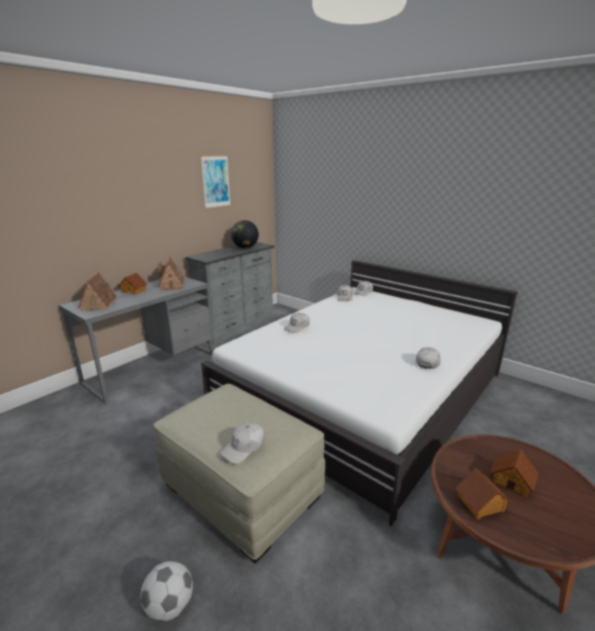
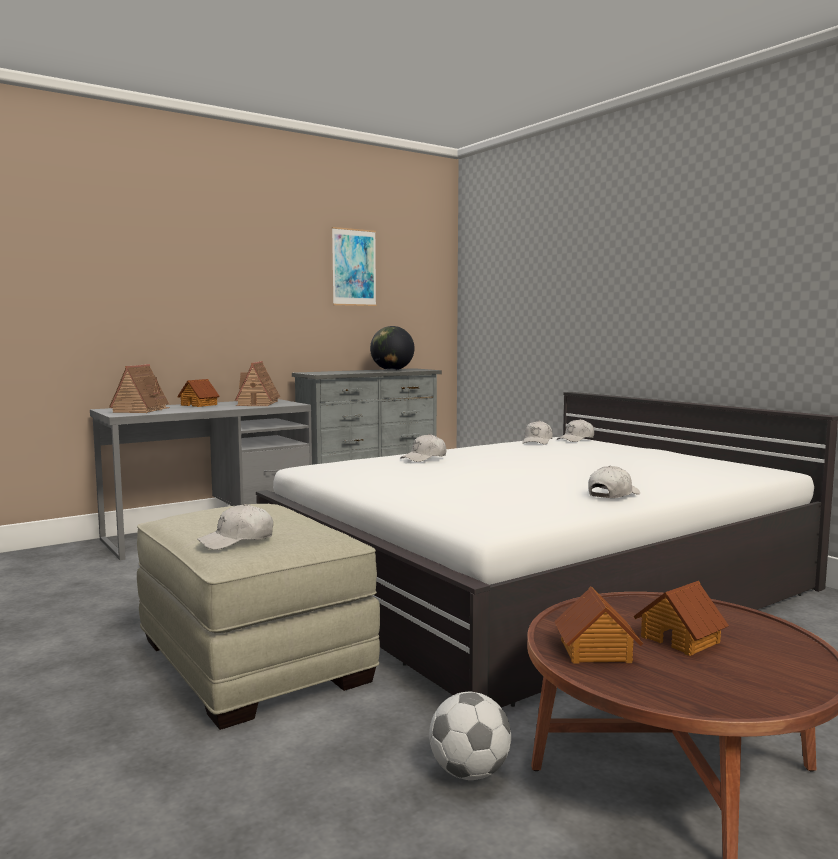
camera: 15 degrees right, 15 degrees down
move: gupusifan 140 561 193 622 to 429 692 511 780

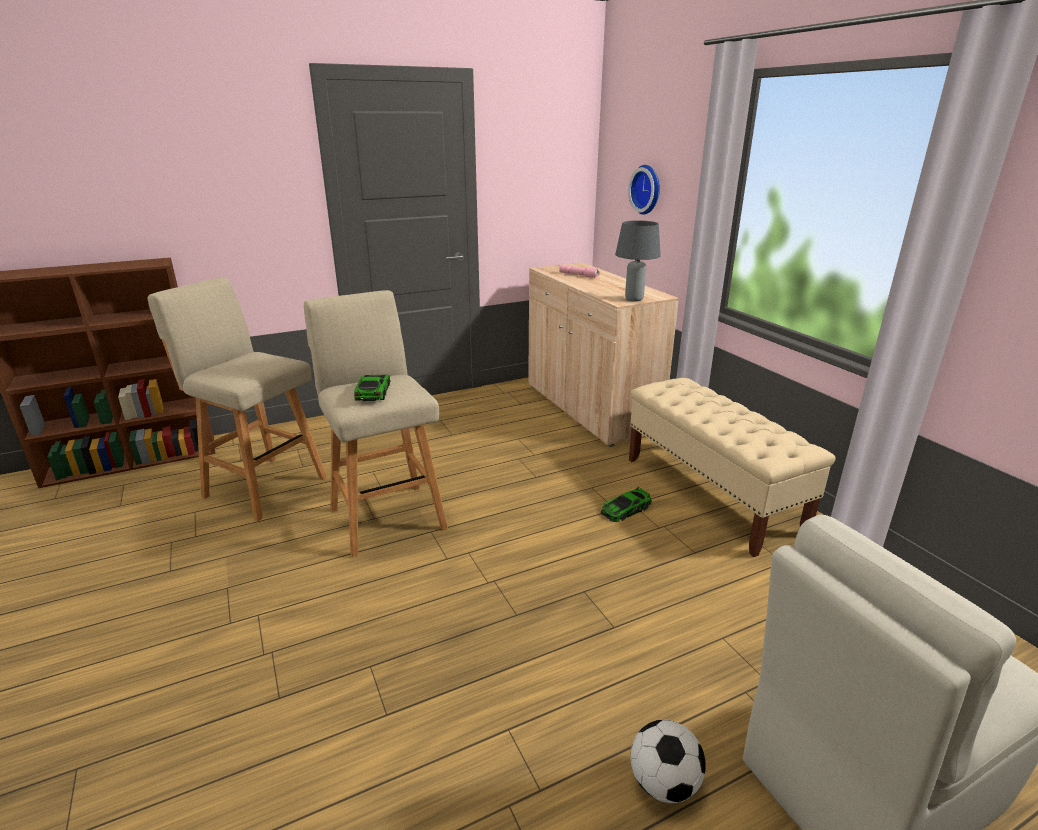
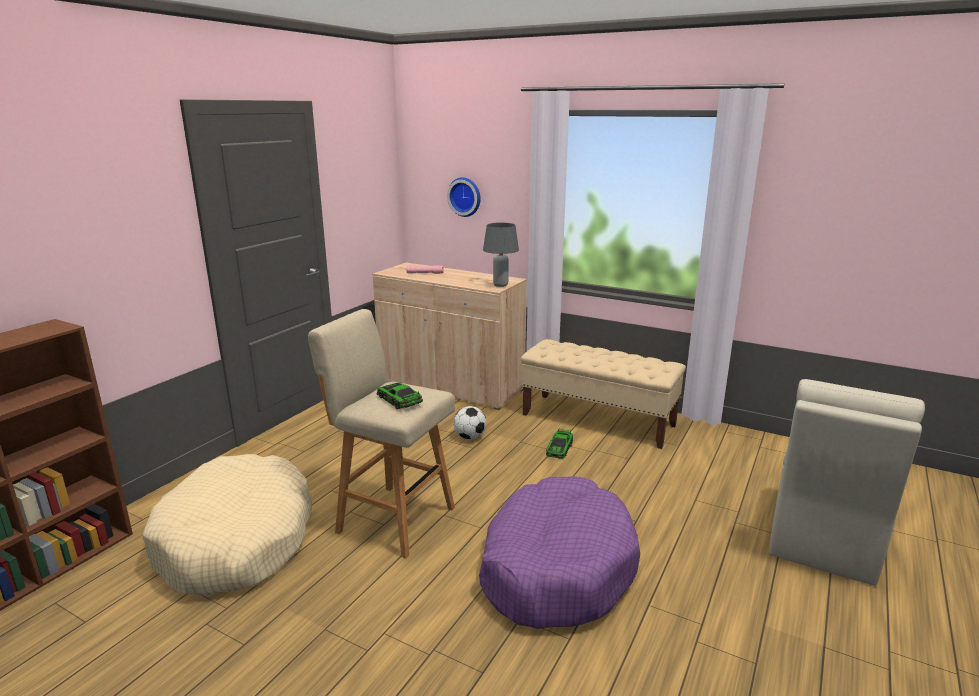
camera: 35 degrees left, 5 degrees down
insert: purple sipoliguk 479 476 640 629
move: gupusifan 630 720 706 803 to 453 406 486 439
replace: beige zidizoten 147 277 327 521 to beige sipoliguk 143 454 312 595

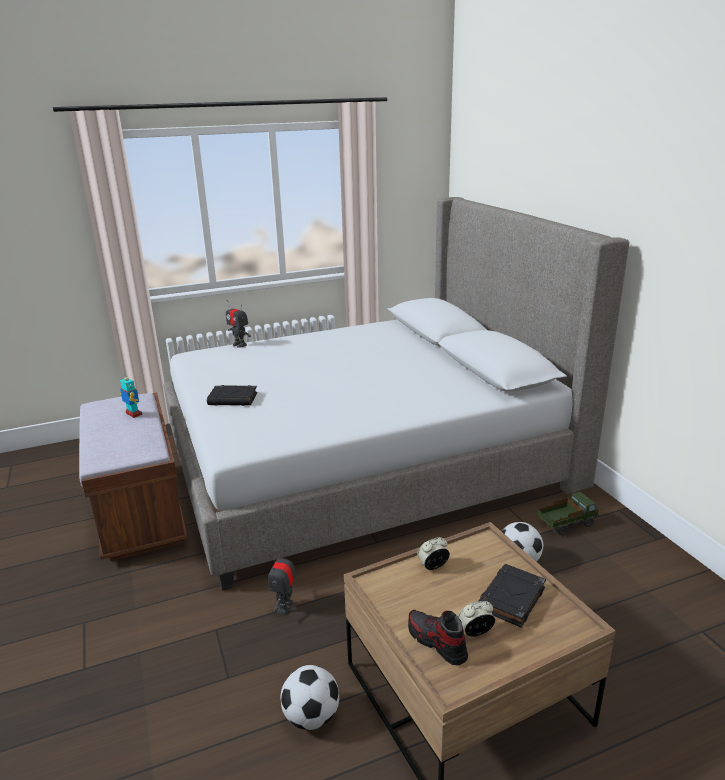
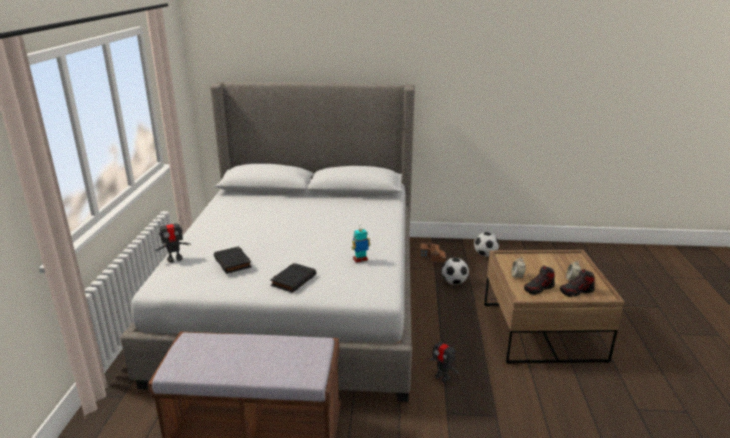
camera: 65 degrees left, 0 degrees up
insert: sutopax 524 266 555 295
move: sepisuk 120 373 142 418 to 351 225 370 263; gupusifan 281 665 339 730 to 474 232 499 257; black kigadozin 478 564 546 627 to 214 246 252 274
replace: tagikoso 538 492 599 535 to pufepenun 420 242 446 263

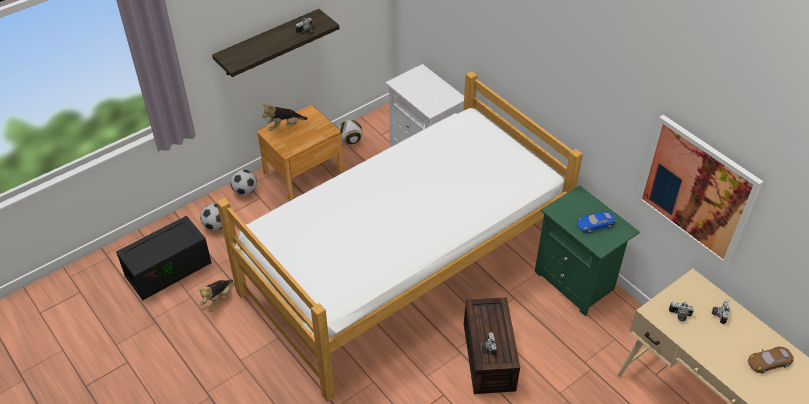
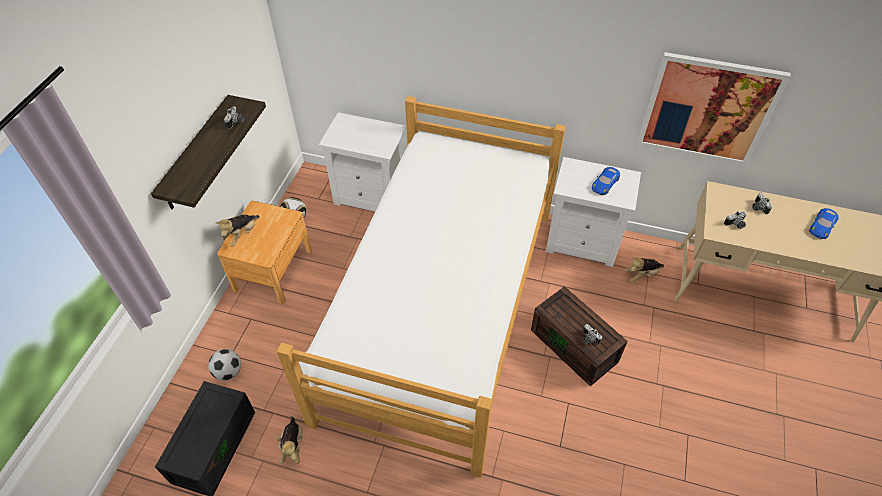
camera: 35 degrees left, 5 degrees up
delete: gupusifan 230 170 257 196
insert: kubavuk 626 257 664 282
recolor: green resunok 535 185 640 317 to white resunok 546 157 641 267; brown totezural 748 347 794 374 to blue totezural 809 208 839 239

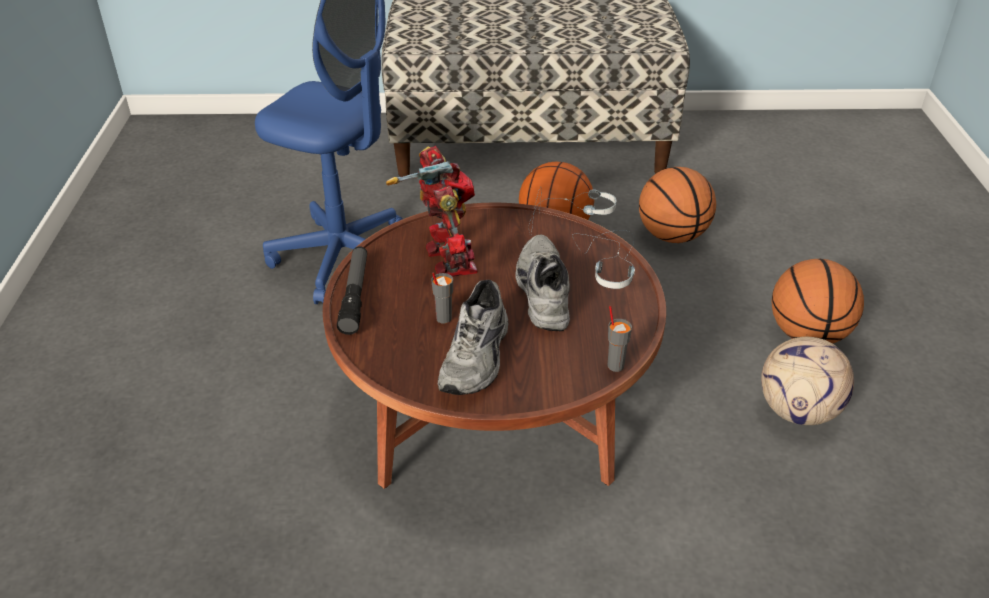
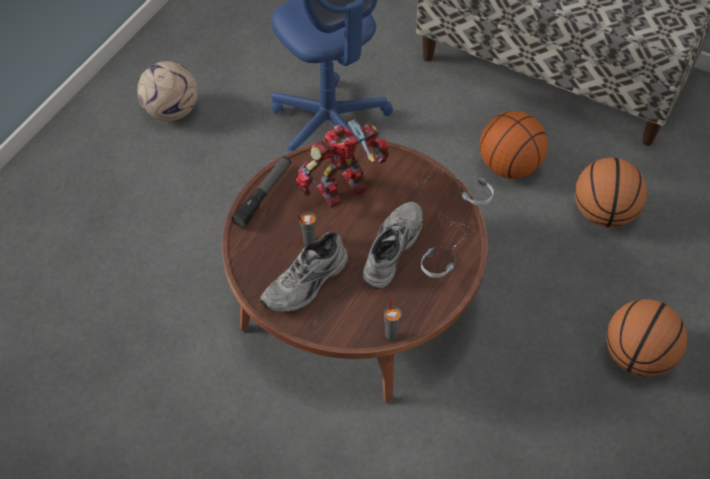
camera: 30 degrees right, 15 degrees up
move: gupusifan 761 337 854 425 to 137 61 198 121
rotate: sepisuk 386 146 477 277 = 296 119 389 208 135 degrees counterclockwise

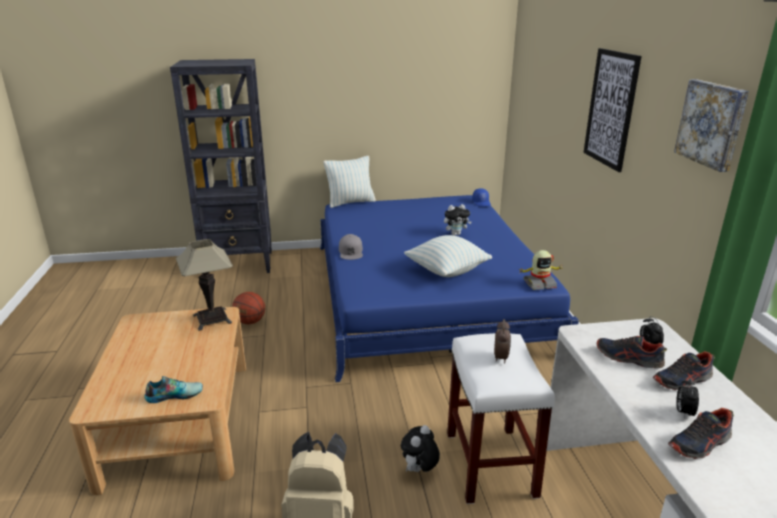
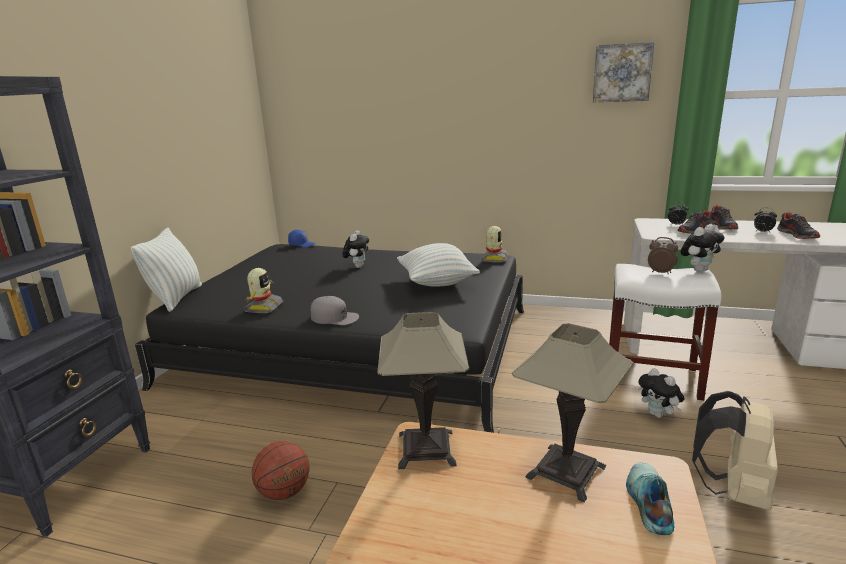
camera: 65 degrees left, 5 degrees down
delete: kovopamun 583 48 642 172
insert: sepisuk 244 268 283 313; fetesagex 512 323 634 502; kubavuk 680 224 725 272
recolor: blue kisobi 320 195 579 382 to black kisobi 135 244 524 433

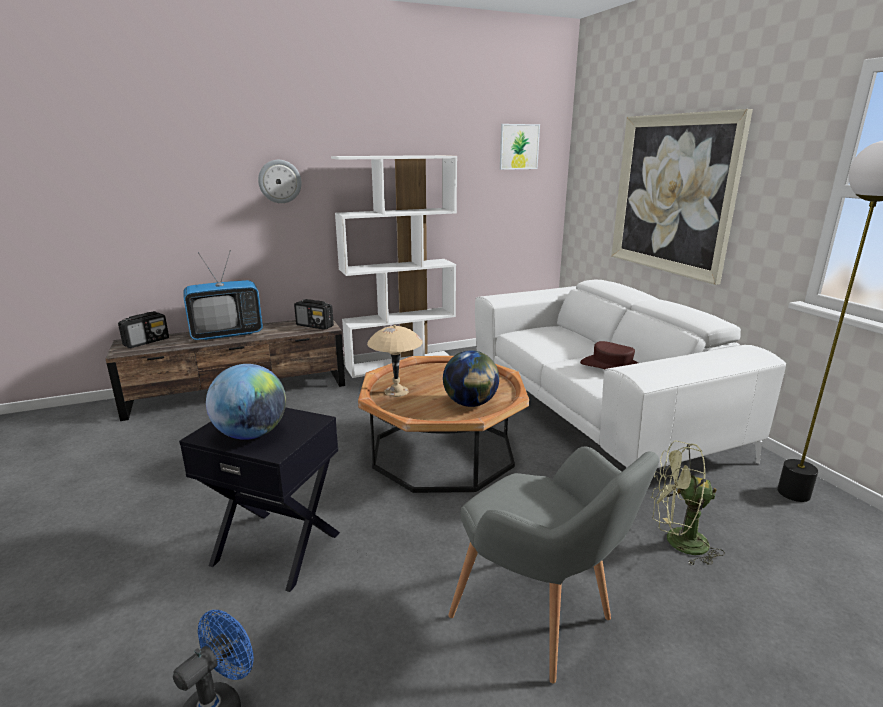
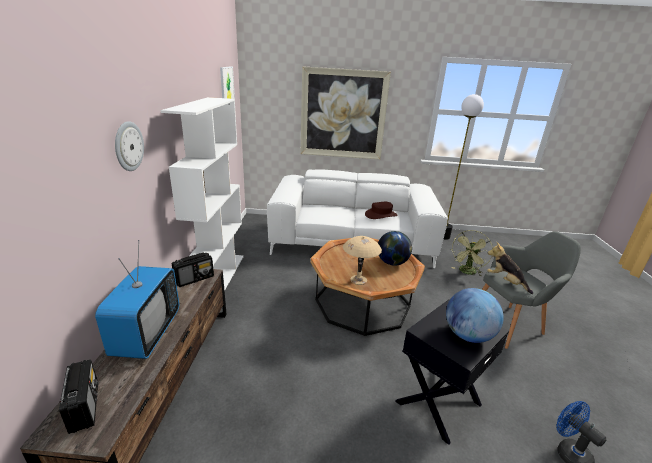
camera: 65 degrees left, 5 degrees up
insert: kubavuk 487 242 533 294

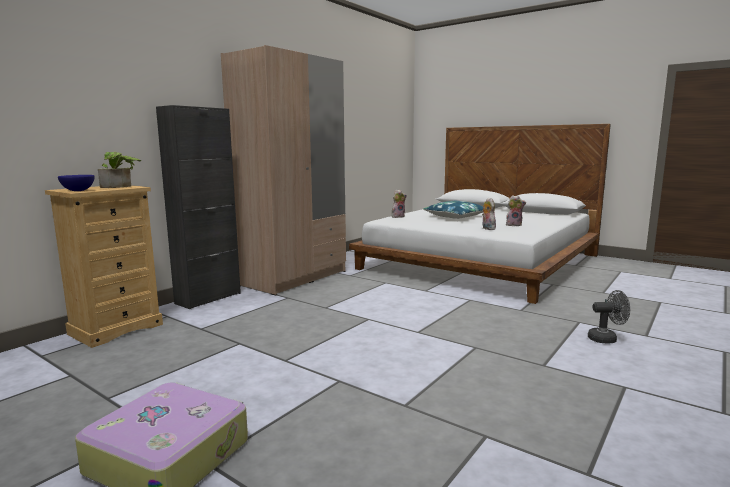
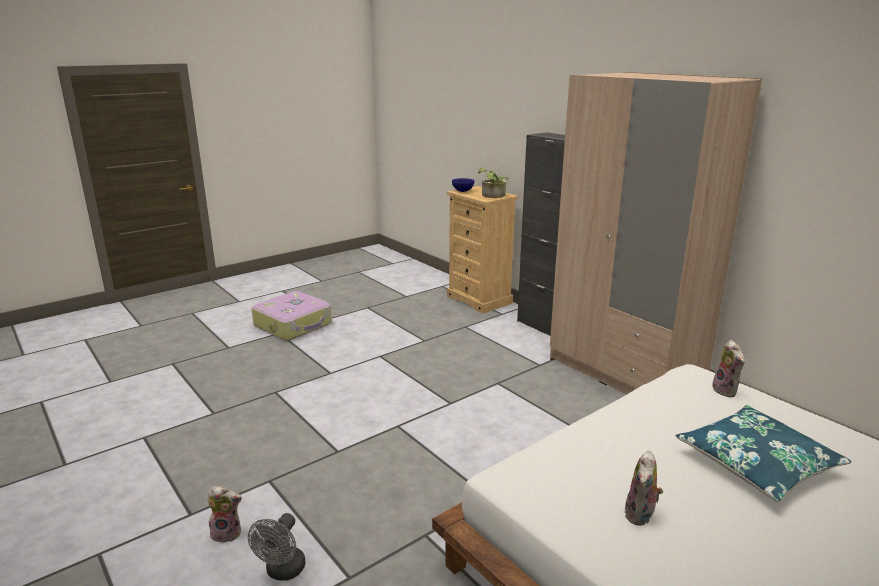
camera: 105 degrees right, 10 degrees up
move: kubavuk 482 198 496 230 to 207 486 242 543

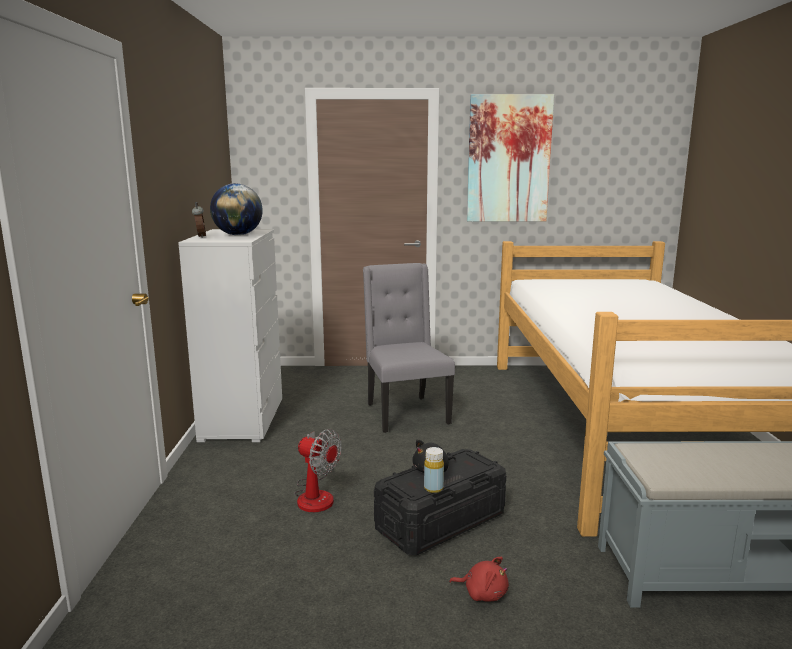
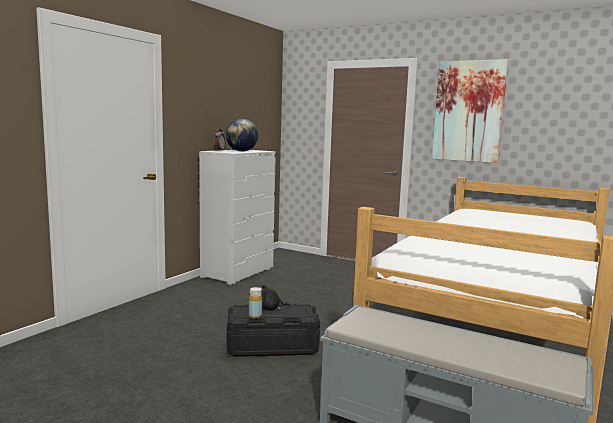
camera: 30 degrees right, 5 degrees down
delete: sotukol 294 429 342 512; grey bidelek 363 263 455 433; red kubavuk 449 557 509 602

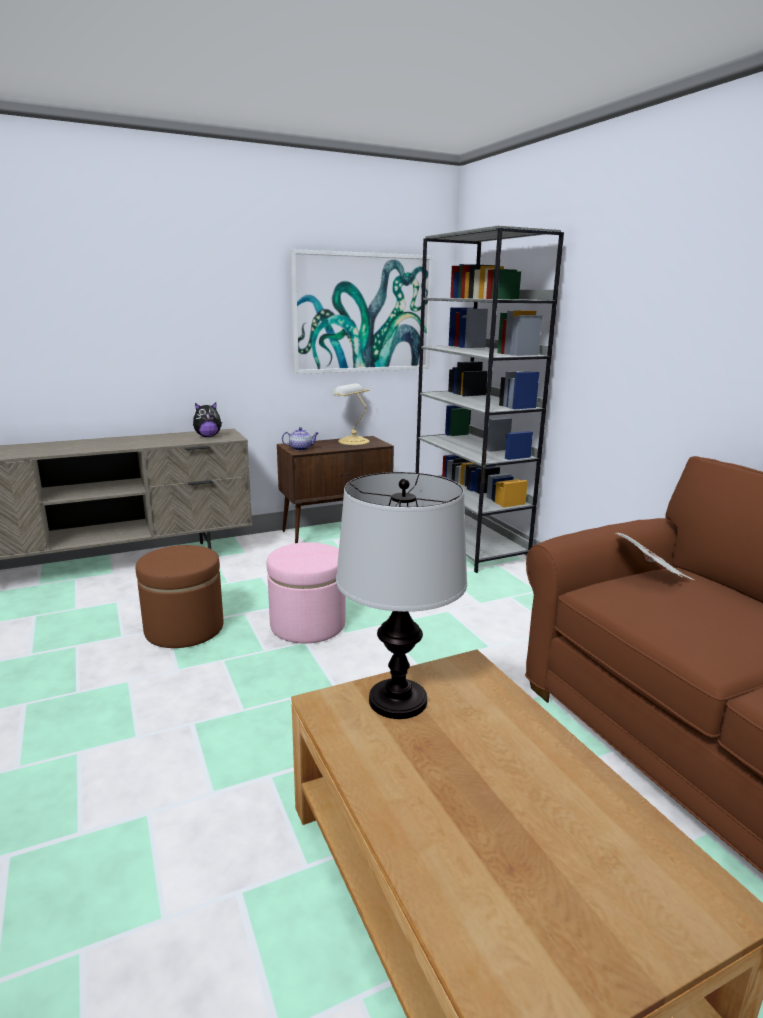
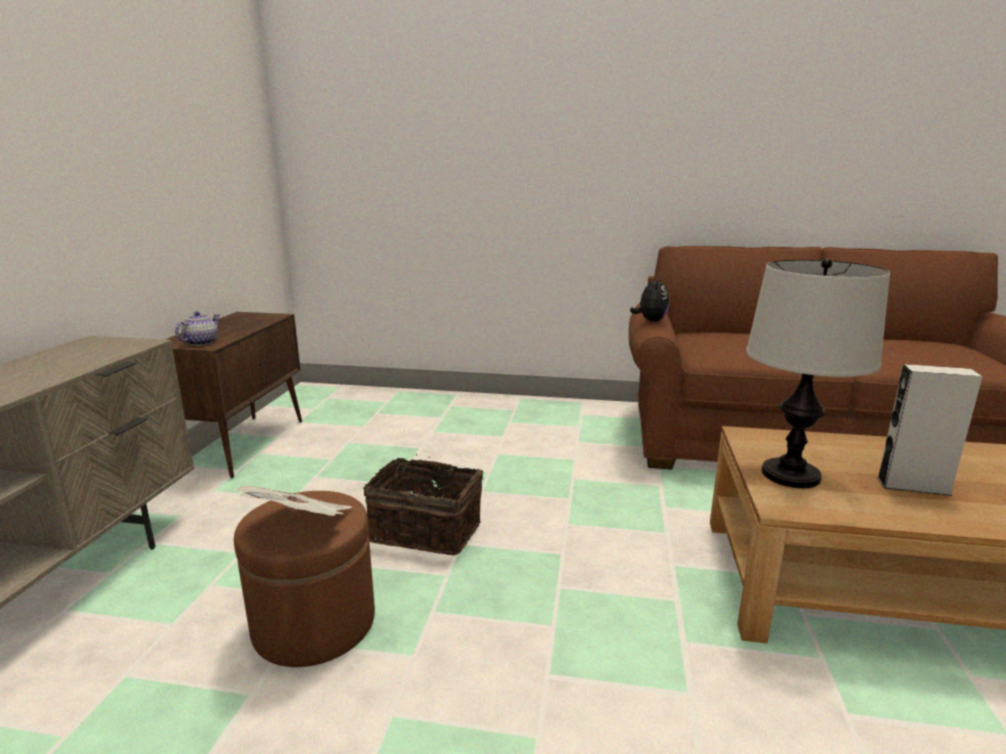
camera: 55 degrees left, 0 degrees up
delete: kovopamun 289 249 434 374; fetesagex 330 383 370 445; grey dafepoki 416 225 564 573
insert: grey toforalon 877 364 983 496
move: kubavuk 193 403 222 437 to 630 277 670 322; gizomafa 616 532 695 580 to 236 486 352 516
replace: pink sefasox 267 542 346 643 to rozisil 363 454 483 555

